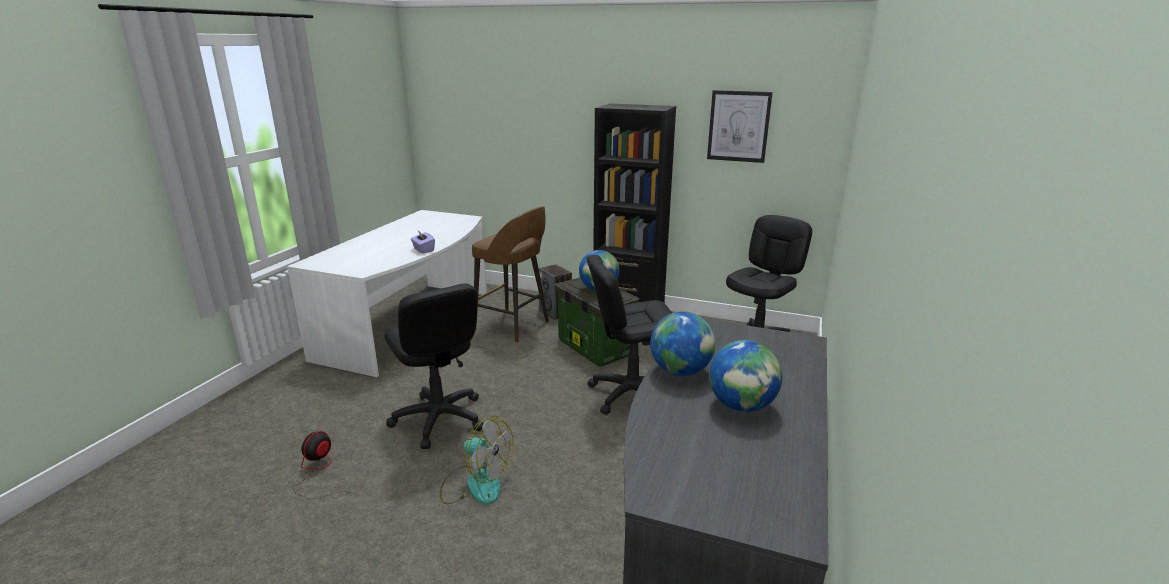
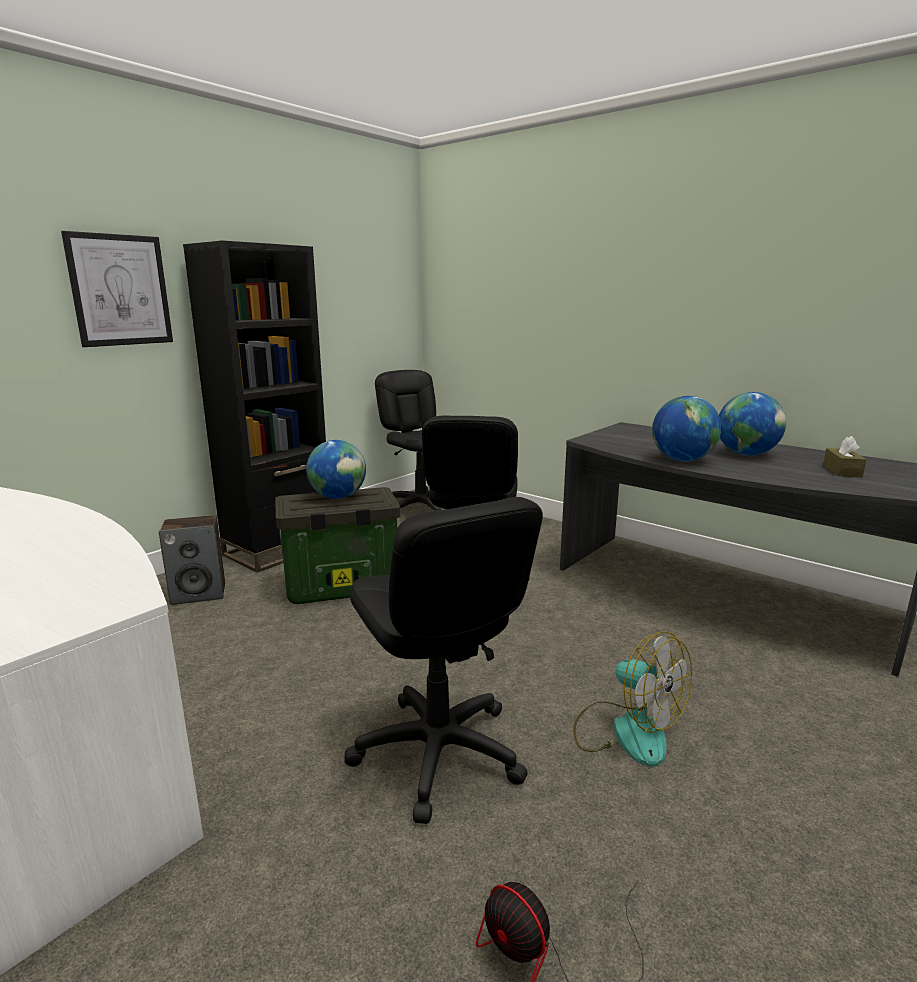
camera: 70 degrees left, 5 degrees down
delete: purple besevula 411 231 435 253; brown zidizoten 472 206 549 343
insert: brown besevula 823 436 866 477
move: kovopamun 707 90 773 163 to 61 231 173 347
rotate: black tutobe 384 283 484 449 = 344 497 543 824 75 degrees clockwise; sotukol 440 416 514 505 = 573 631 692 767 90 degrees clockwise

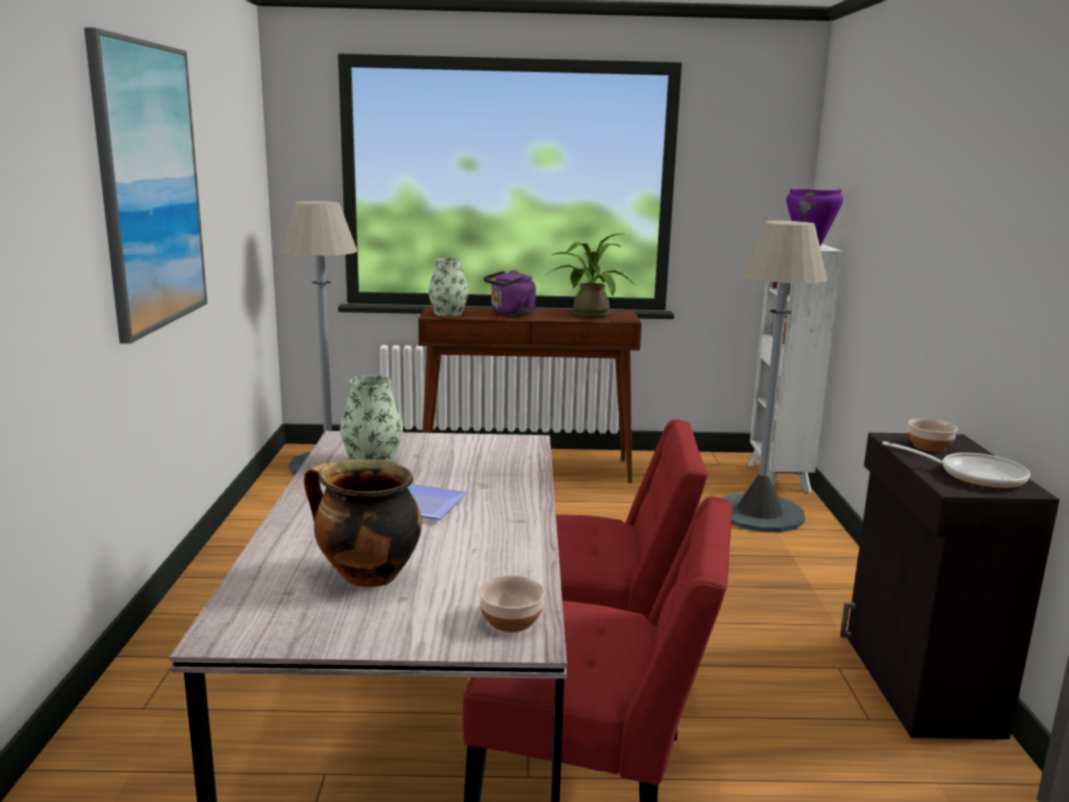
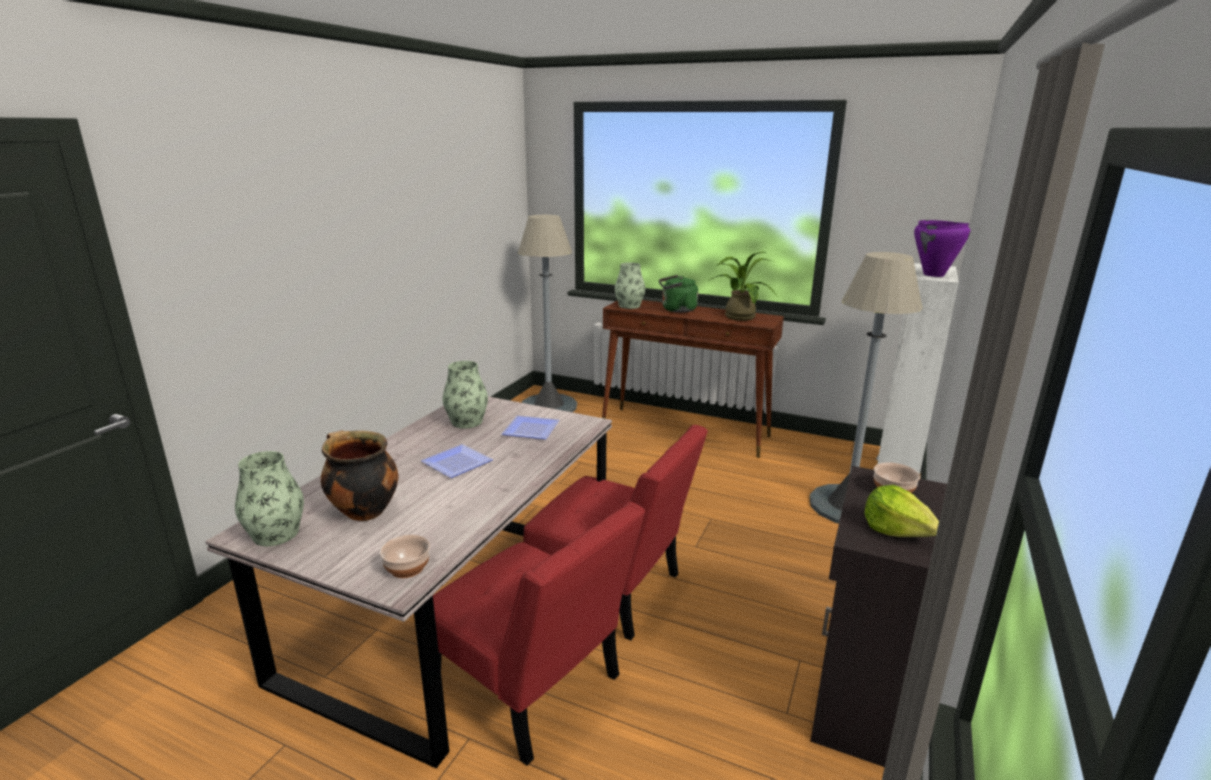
camera: 25 degrees right, 5 degrees up
delete: kovopamun 84 27 207 344
insert: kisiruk 235 451 304 546; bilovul 502 416 559 439
replace: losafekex 882 441 1030 489 to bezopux 865 485 939 537
recolor: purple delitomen 483 270 536 316 to green delitomen 659 275 698 313

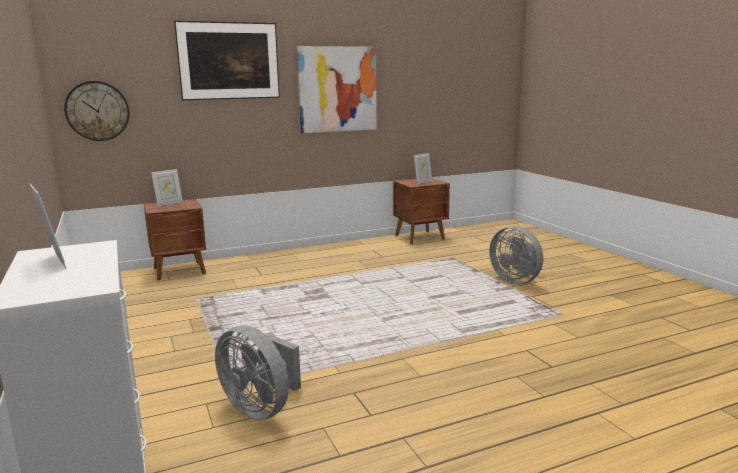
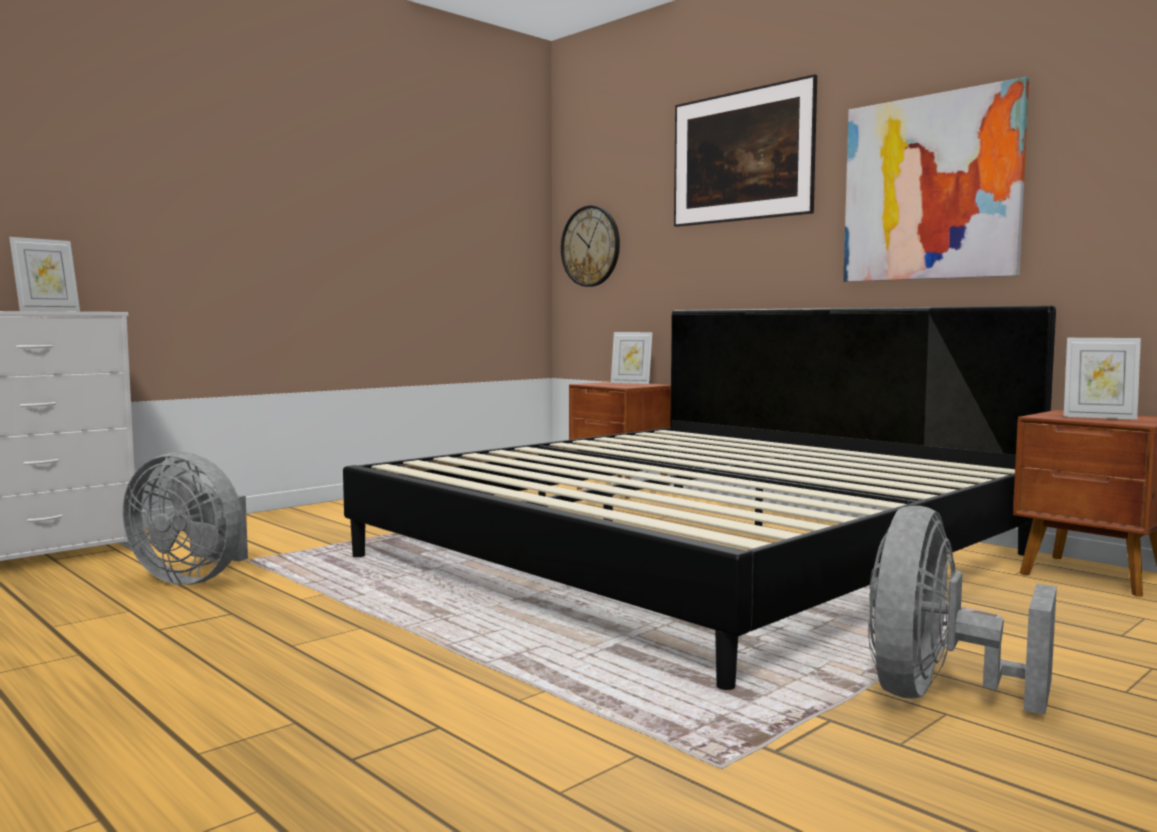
camera: 70 degrees right, 10 degrees down
insert: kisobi 343 305 1056 690
rotate: grey sotukol 215 325 301 420 = 123 452 248 585 90 degrees counterclockwise

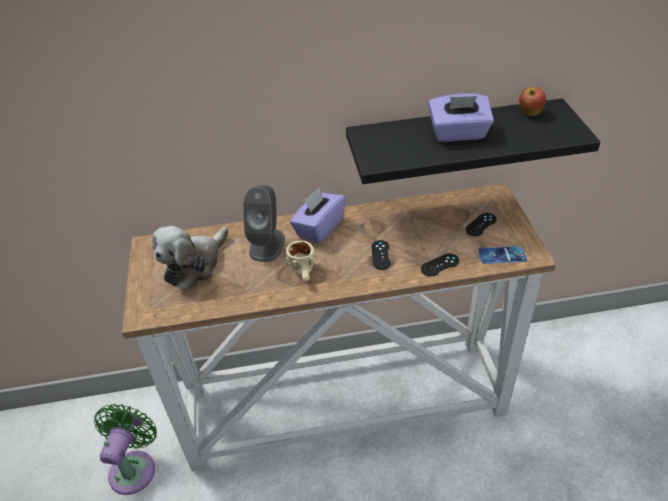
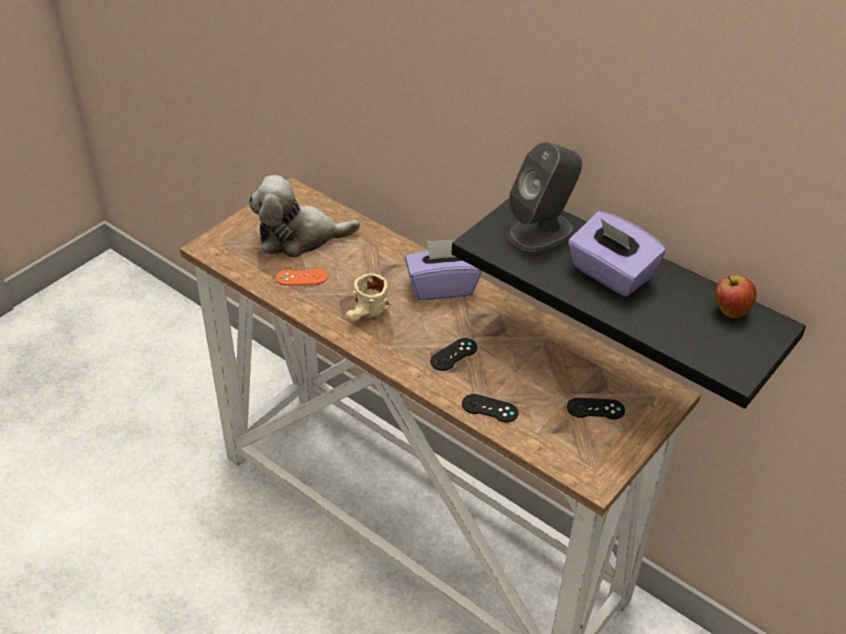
camera: 45 degrees right, 0 degrees up
delete: green sotukol 94 404 157 495; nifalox 478 246 527 264
insert: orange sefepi 276 269 328 285
move: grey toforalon 243 185 284 262 to 508 142 582 252

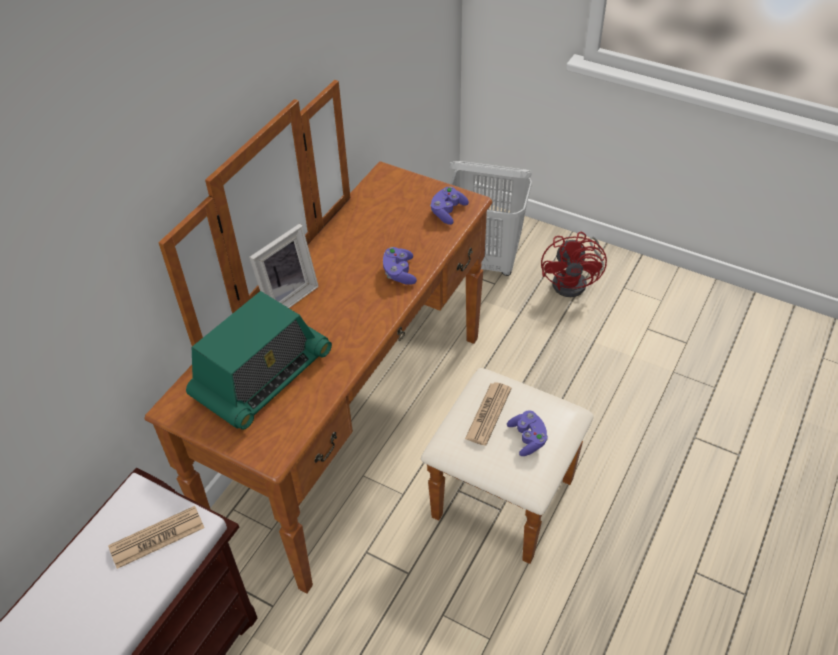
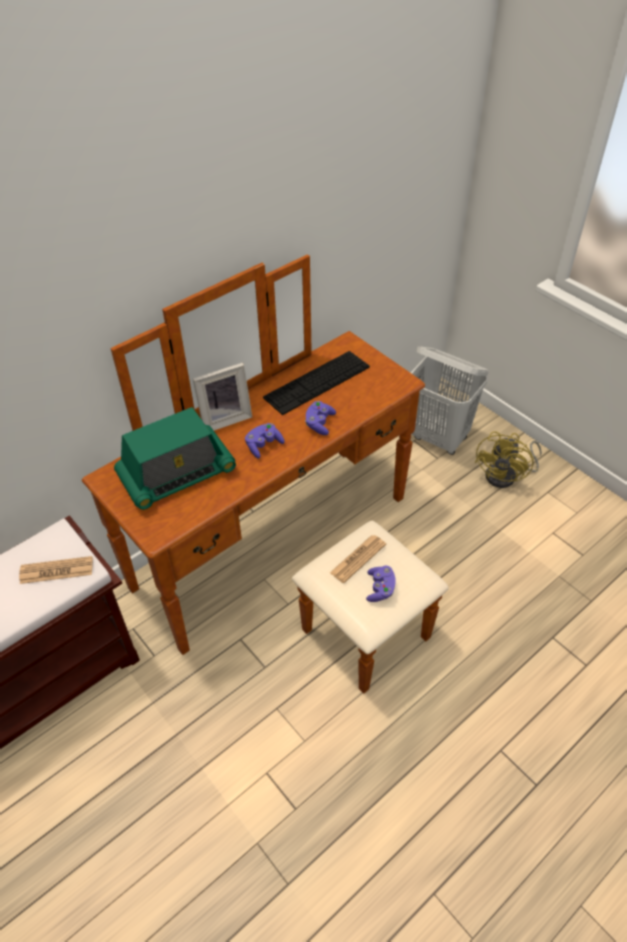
camera: 20 degrees right, 0 degrees up
insert: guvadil 263 351 370 415
move: purple sefepi 430 187 469 225 to 245 423 285 459
recolor: red sotukol 541 232 607 297 to yellow sotukol 475 431 542 488

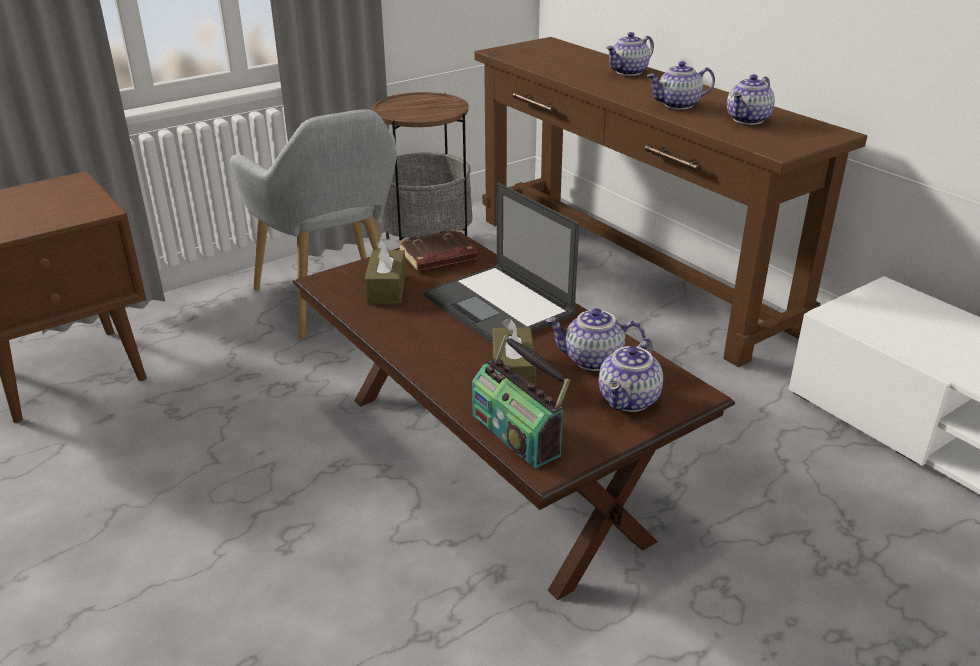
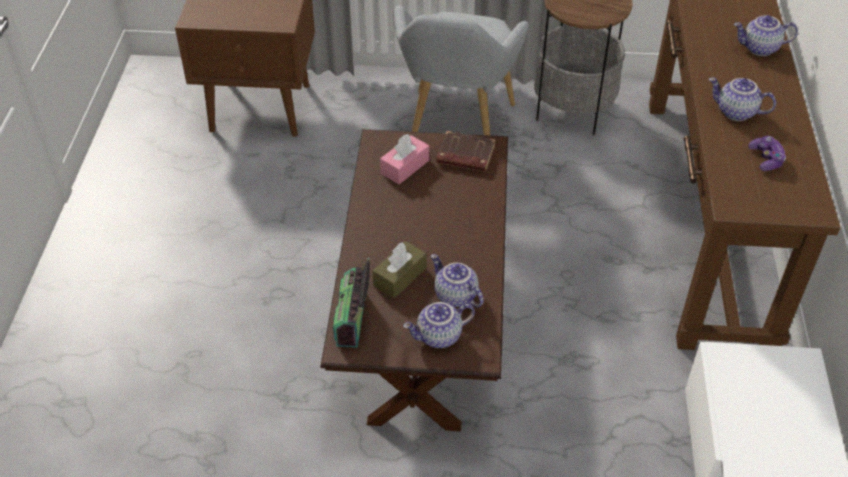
camera: 40 degrees right, 15 degrees up
delete: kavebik 424 183 579 344
replace: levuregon 727 74 775 125 to sefepi 748 136 786 171
recolor: brown besevula 365 239 406 304 to pink besevula 380 134 429 184

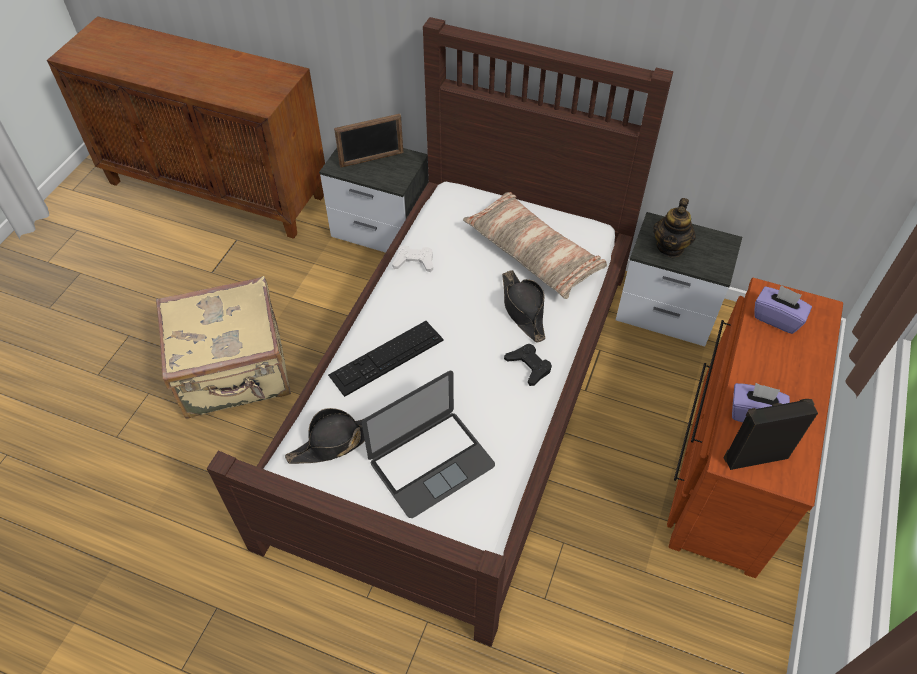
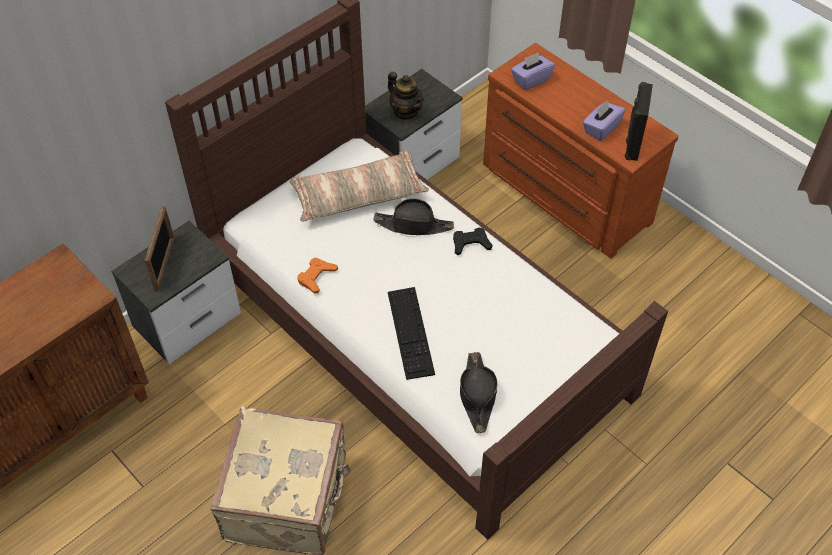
camera: 65 degrees left, 0 degrees up
delete: kavebik 362 371 495 518
recolor: white sefepi 392 245 433 272 to orange sefepi 297 257 338 293

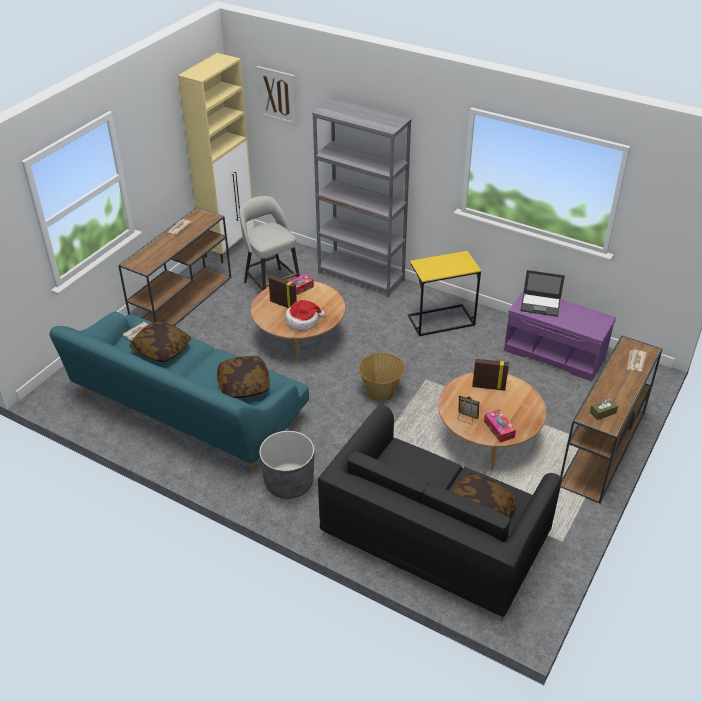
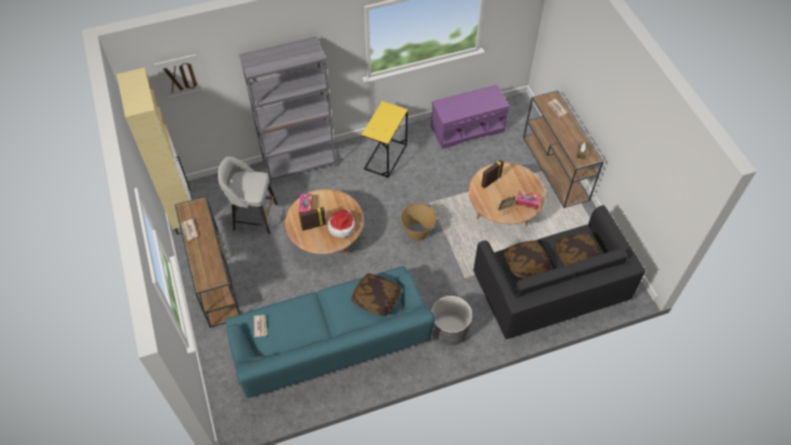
camera: 50 degrees left, 15 degrees up
delete: kavebik 520 270 565 317
move: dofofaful 129 321 191 362 to 504 240 551 278

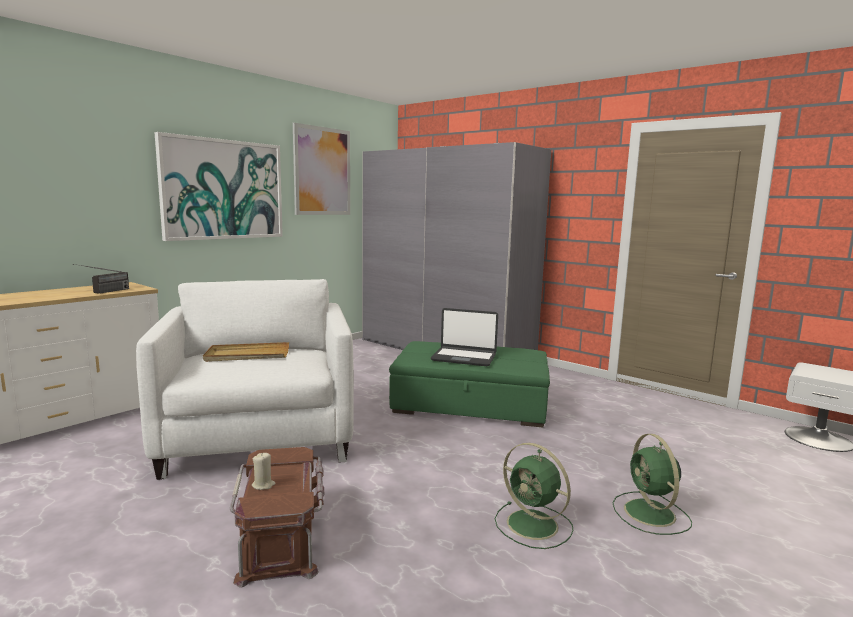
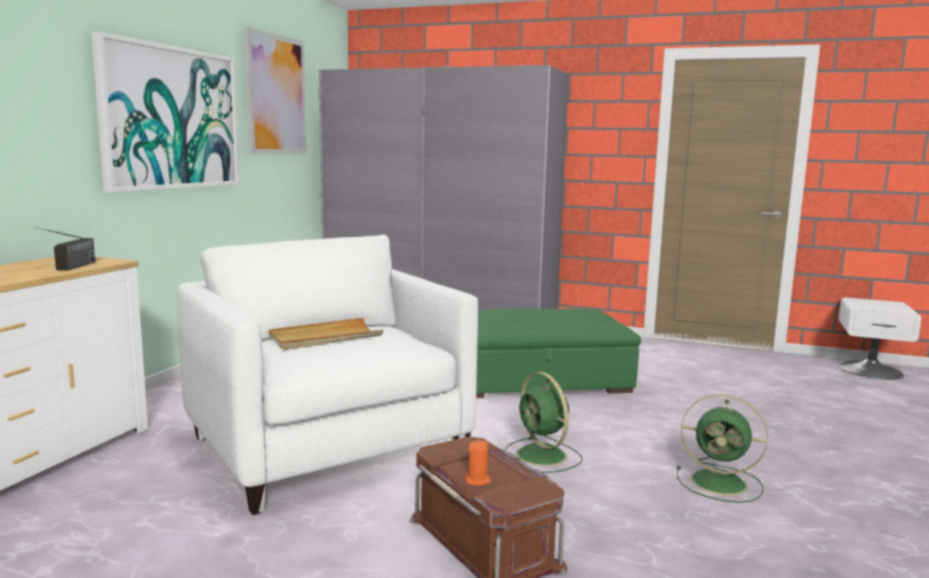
camera: 20 degrees left, 0 degrees up
delete: kavebik 431 308 498 366
move: green sotukol 613 434 692 535 to 505 372 582 473
recolor: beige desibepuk 252 453 275 490 to orange desibepuk 465 440 491 486

